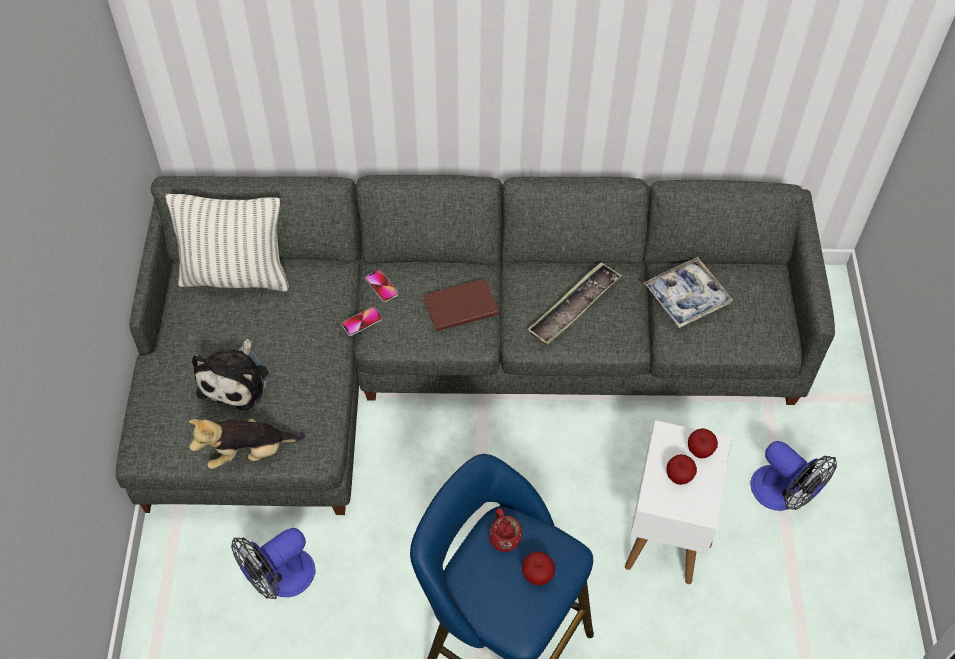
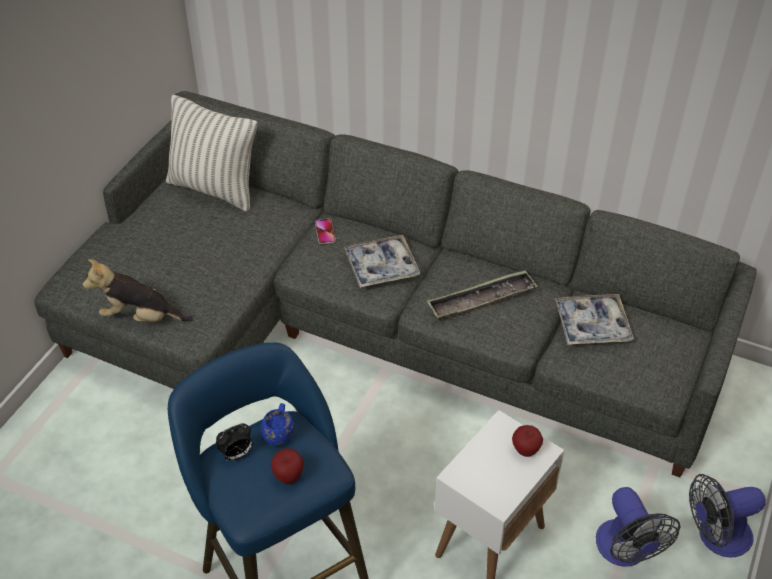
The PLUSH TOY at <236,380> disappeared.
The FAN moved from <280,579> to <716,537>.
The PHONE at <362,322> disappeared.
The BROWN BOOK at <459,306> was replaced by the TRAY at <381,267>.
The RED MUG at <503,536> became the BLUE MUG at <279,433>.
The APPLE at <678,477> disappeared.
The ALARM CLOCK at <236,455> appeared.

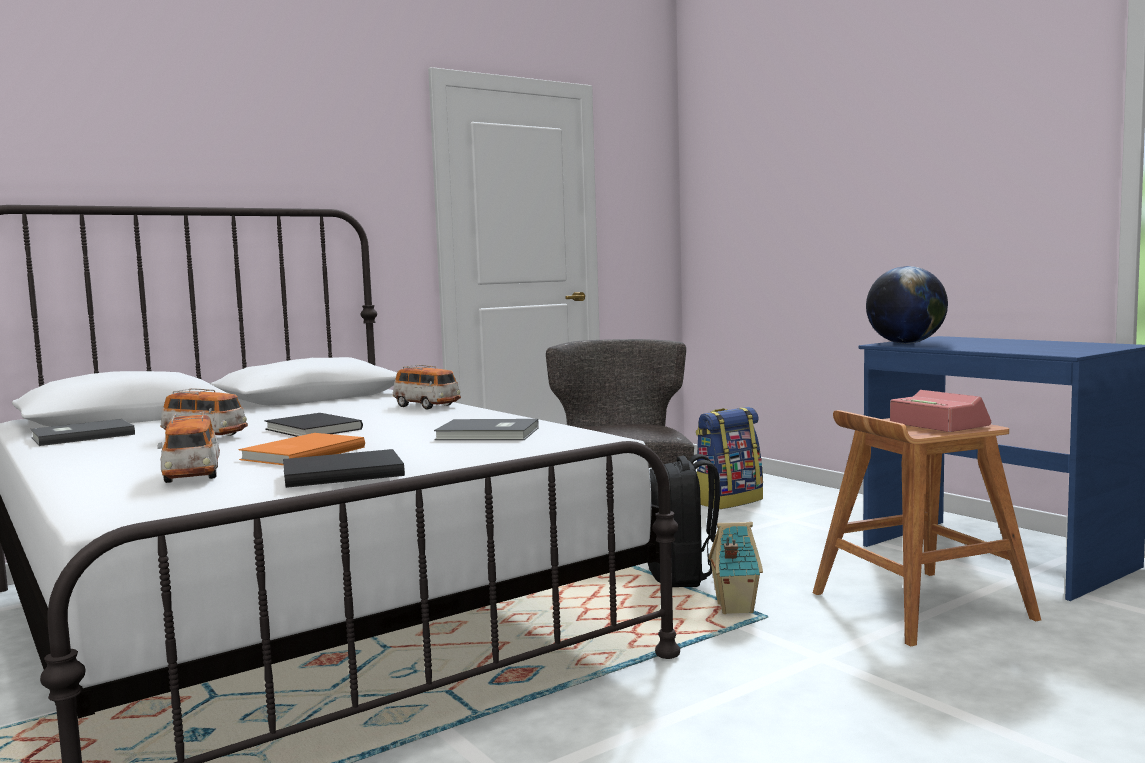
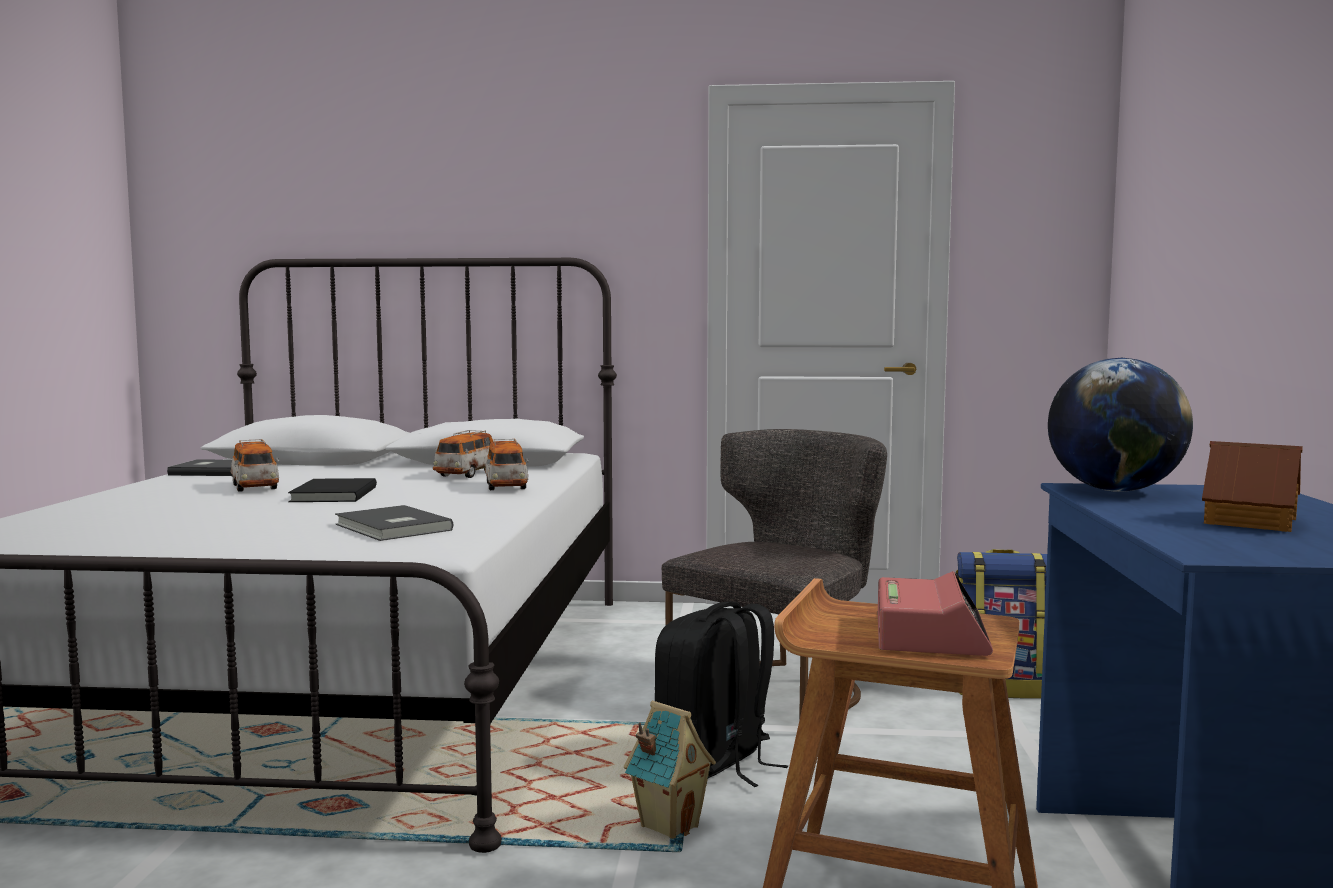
The TOY CAR moved from <192,475> to <466,474>.
The ORANGE BOOK at <300,453> disappeared.
The BLACK BOOK at <340,472> disappeared.
The TOY HOUSE at <1248,521> appeared.

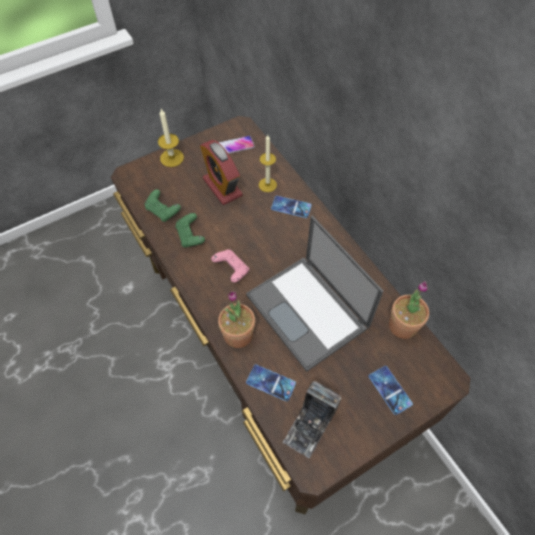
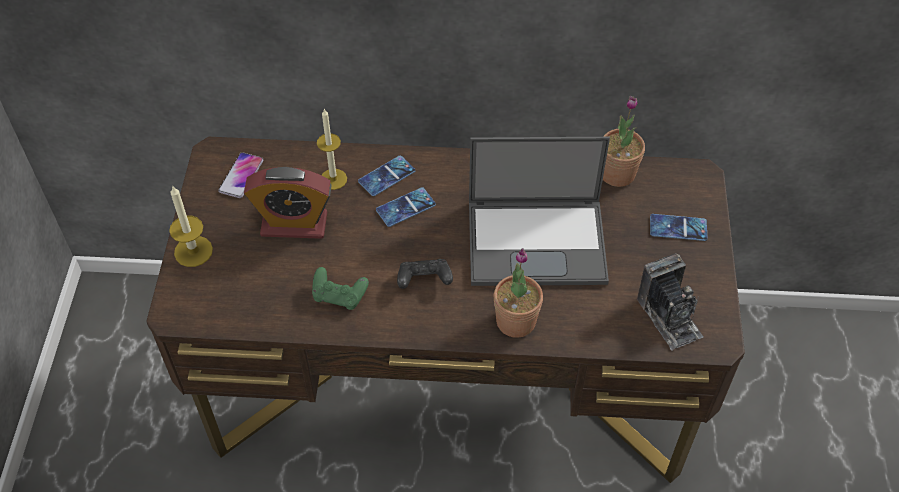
The GREEN GAME CONTROLLER at <163,211> disappeared.
The PINK GAME CONTROLLER at <231,269> became the BLACK GAME CONTROLLER at <424,280>.
The PHONE moved from <271,383> to <405,207>.

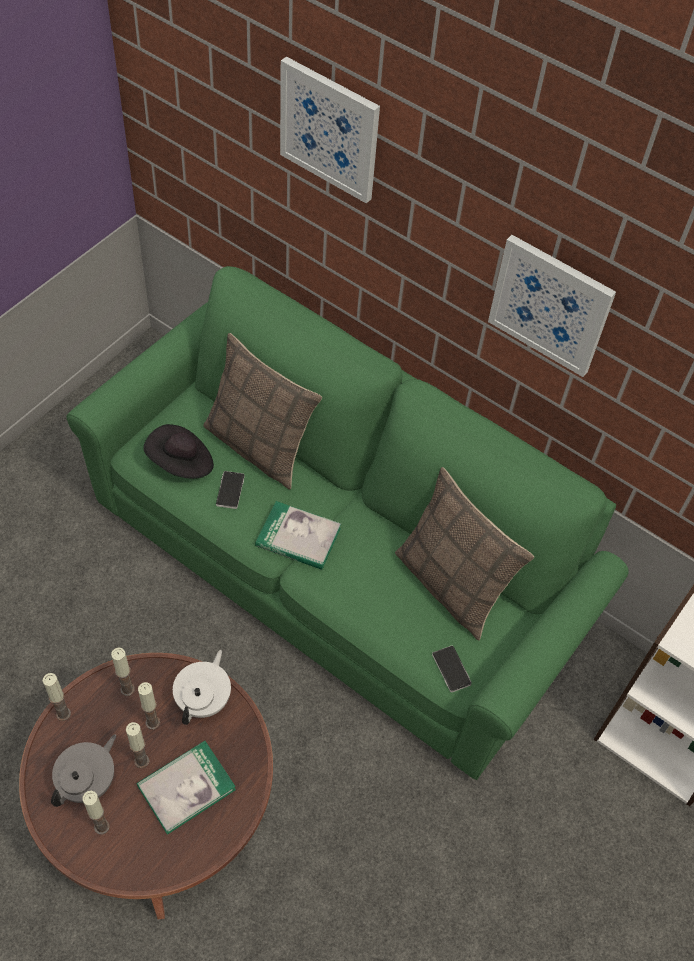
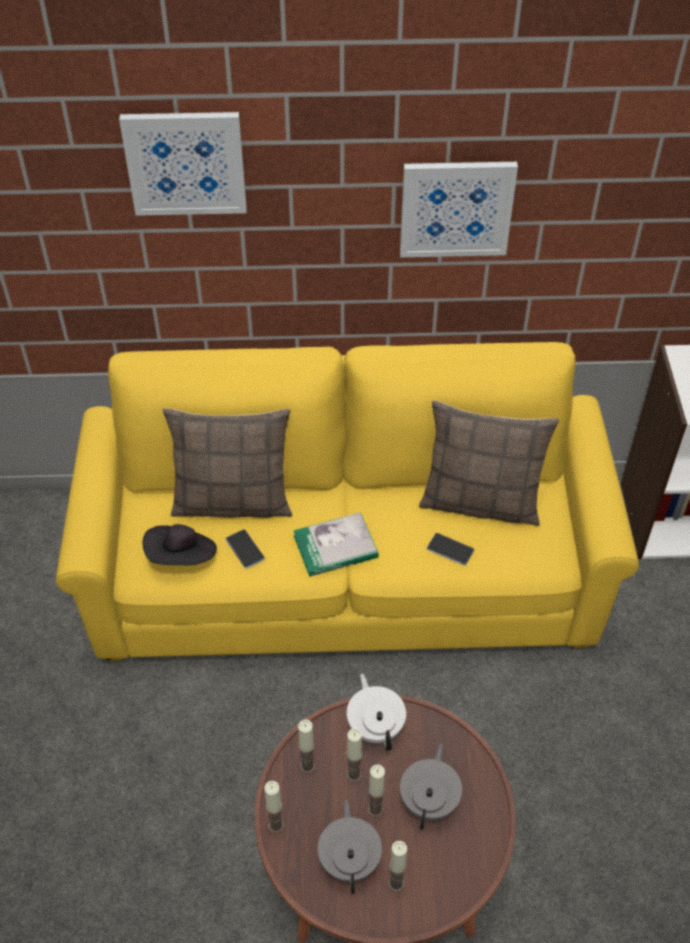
The GREEN SOFA at <338,569> became the YELLOW SOFA at <345,572>.
The BOOK at <186,787> was replaced by the GREY TEAPOT at <430,800>.
The PHONE moved from <451,669> to <450,550>.

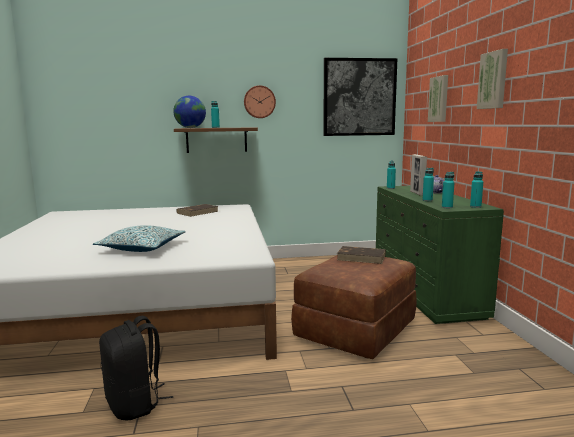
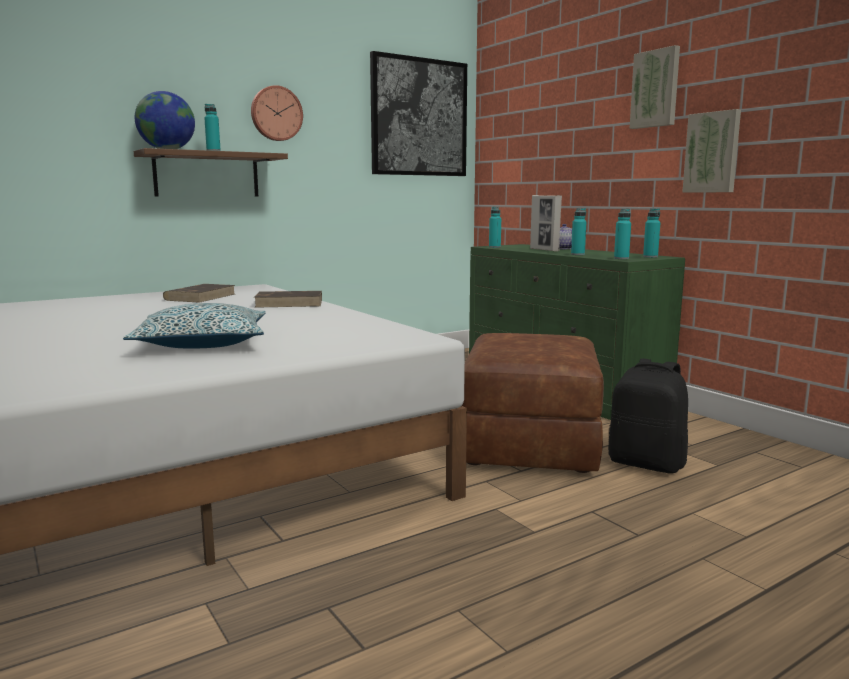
The BLACK BACKPACK moved from <135,404> to <647,463>.
The BROWN BOOK moved from <362,257> to <290,303>.
The PICTURE moved from <439,99> to <712,152>.

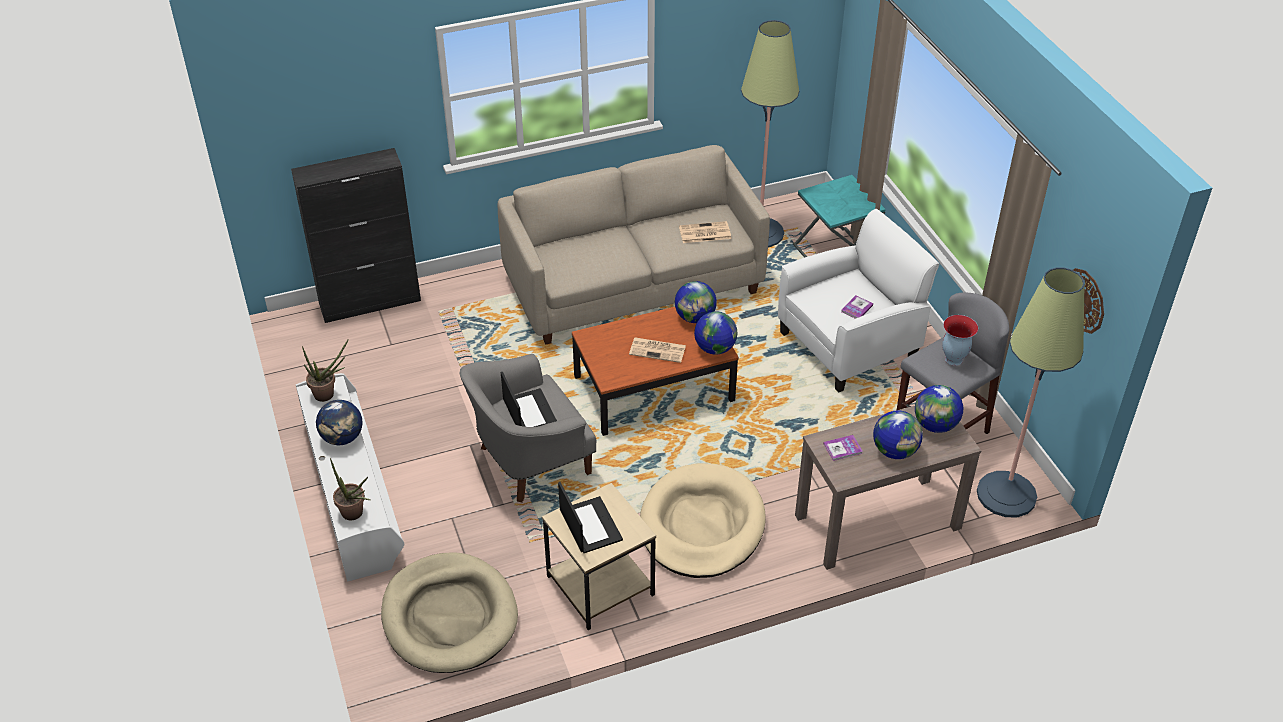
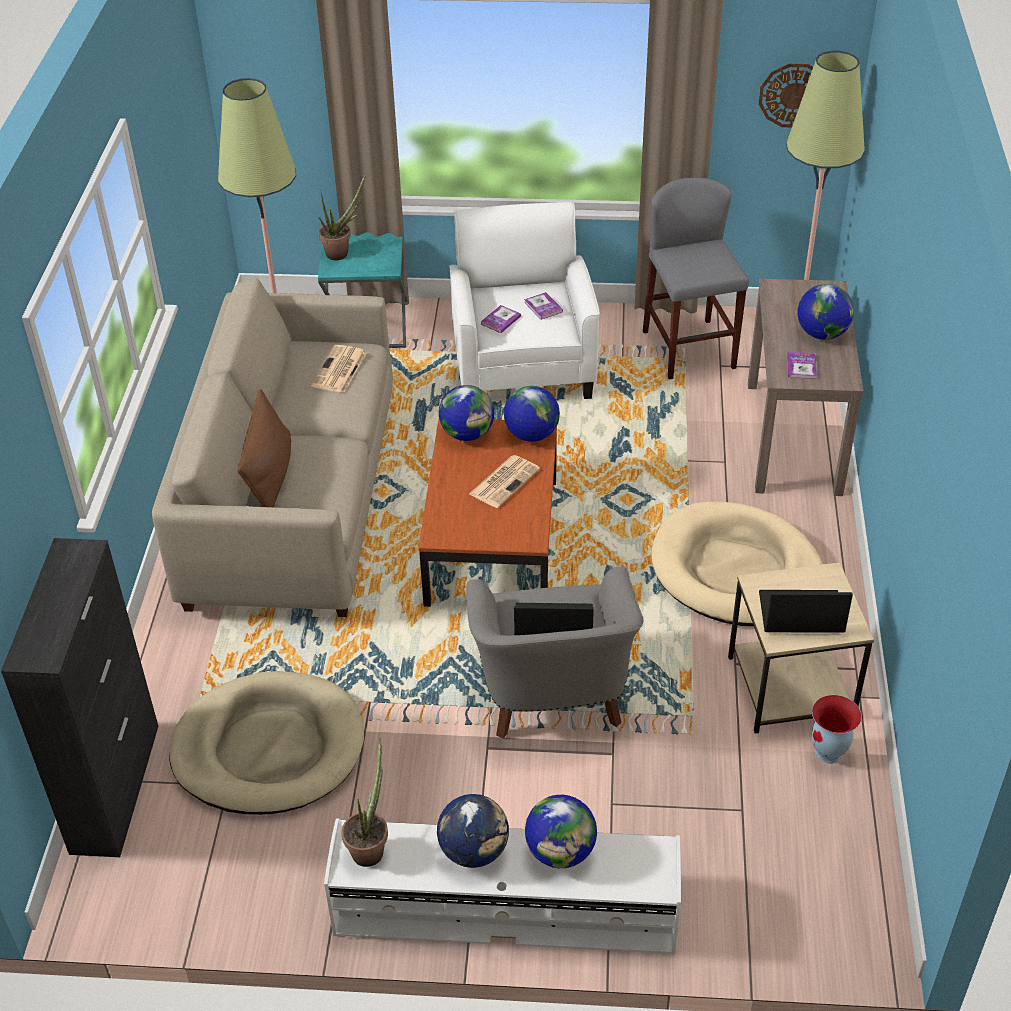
The POTTED PLANT moved from <355,515> to <341,252>.
The BEIGE DOG BED moved from <449,616> to <269,748>.
The GLOBE moved from <935,425> to <561,851>.
The VASE moved from <953,359> to <829,754>.
The BROWN PILLOW at <270,475> appeared.
The BOOK at <500,320> appeared.

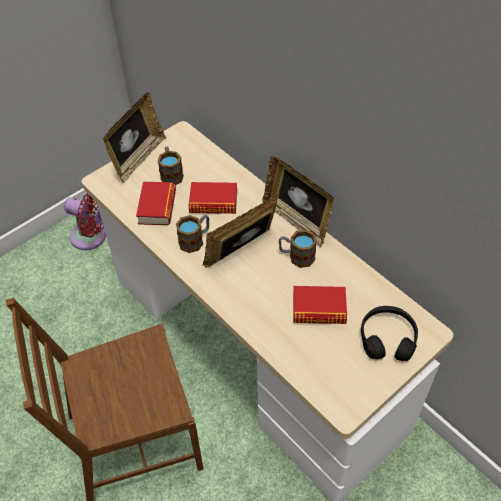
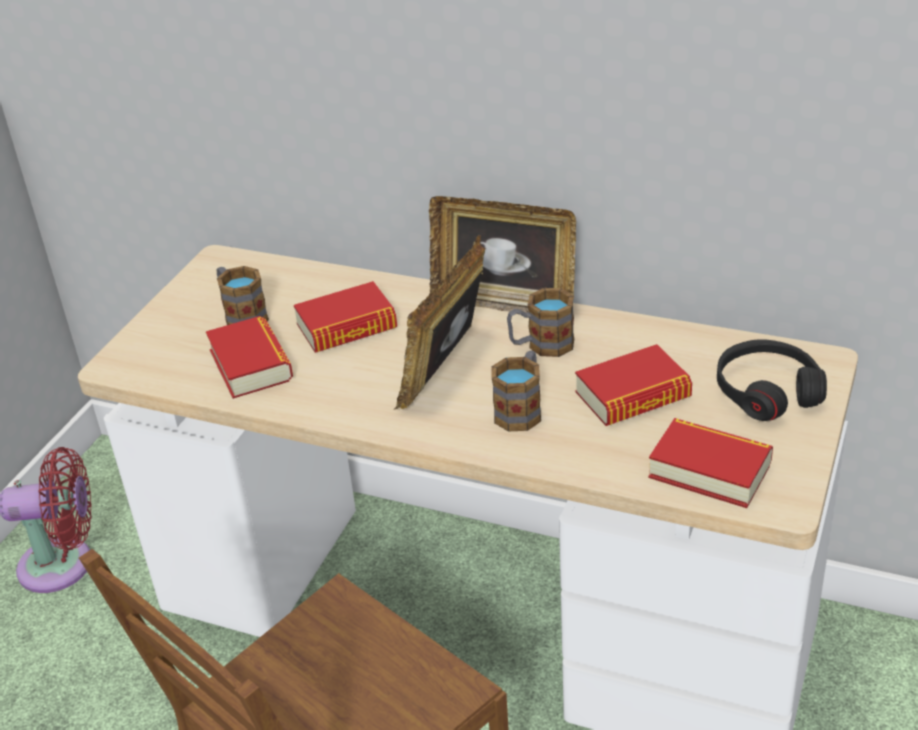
The PICTURE FRAME at <138,158> disappeared.
The MUG moved from <195,240> to <521,409>.
The BOOK at <709,470> appeared.

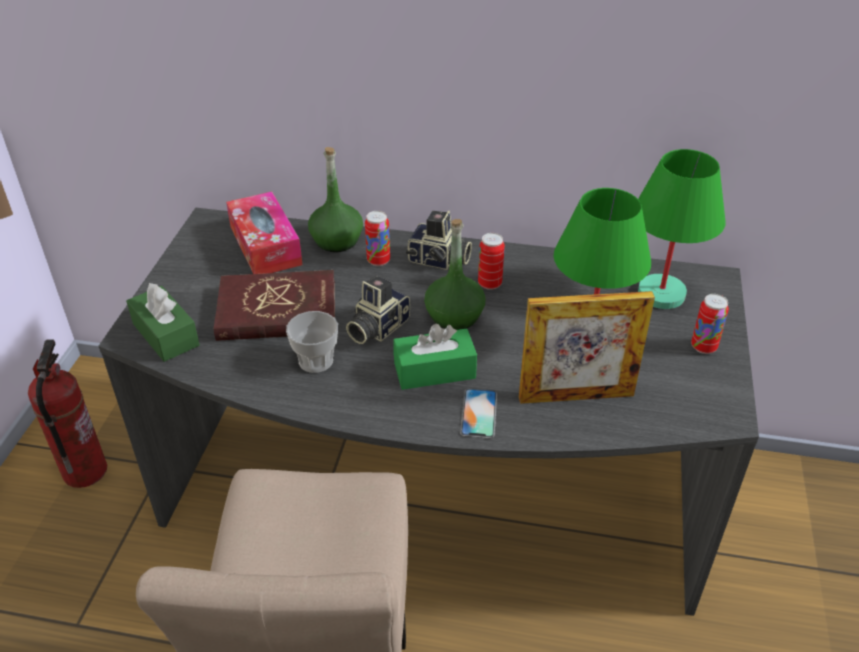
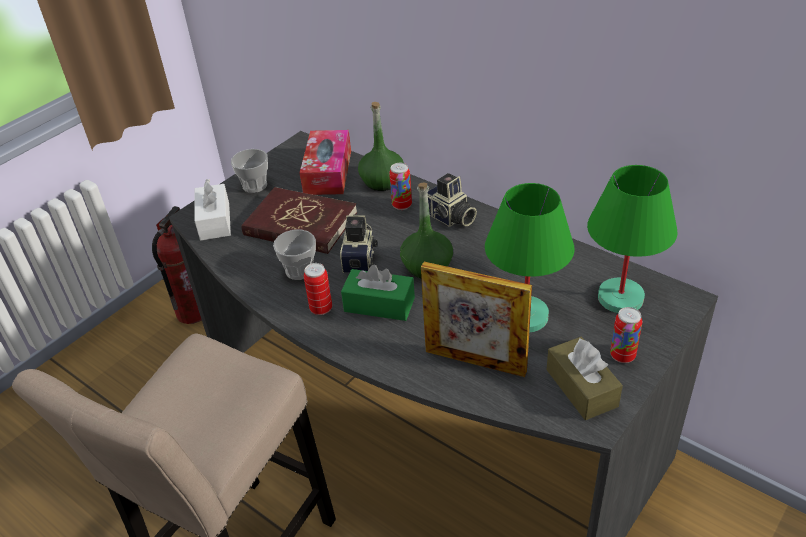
The GREEN TISSUE BOX at <166,334> became the WHITE TISSUE BOX at <215,221>.
The PHOTO CAMERA at <376,327> turned 120 degrees clockwise.
The PHONE at <479,413> disappeared.
The CAN moved from <489,284> to <321,309>.
The CUP at <255,185> appeared.
The BROWN TISSUE BOX at <581,388> appeared.

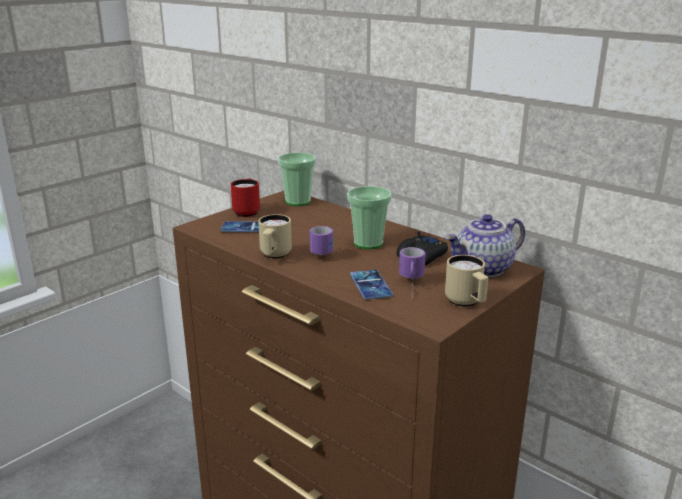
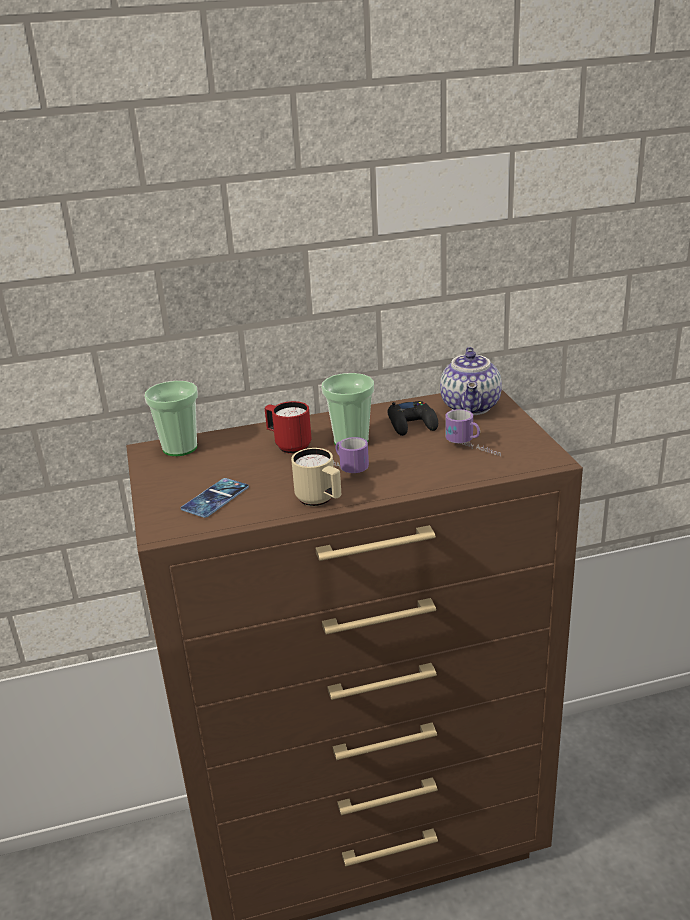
The RED MUG moved from <247,211> to <288,445>.
The PHONE at <370,285> disappeared.
The BEIGE MUG at <466,303> disappeared.

